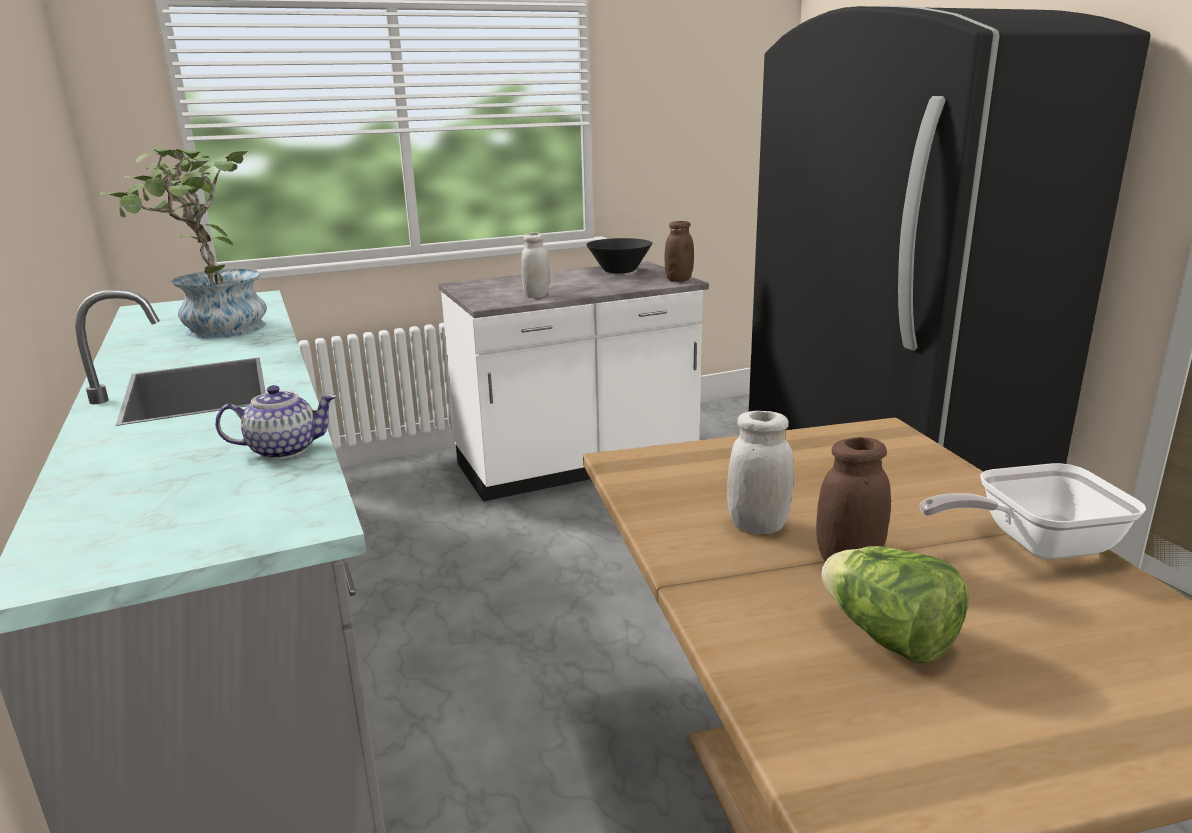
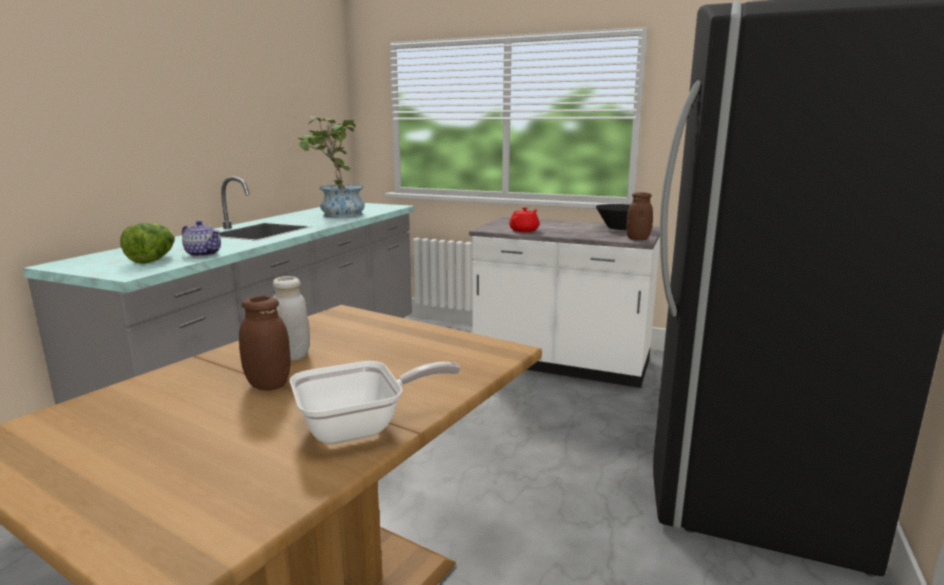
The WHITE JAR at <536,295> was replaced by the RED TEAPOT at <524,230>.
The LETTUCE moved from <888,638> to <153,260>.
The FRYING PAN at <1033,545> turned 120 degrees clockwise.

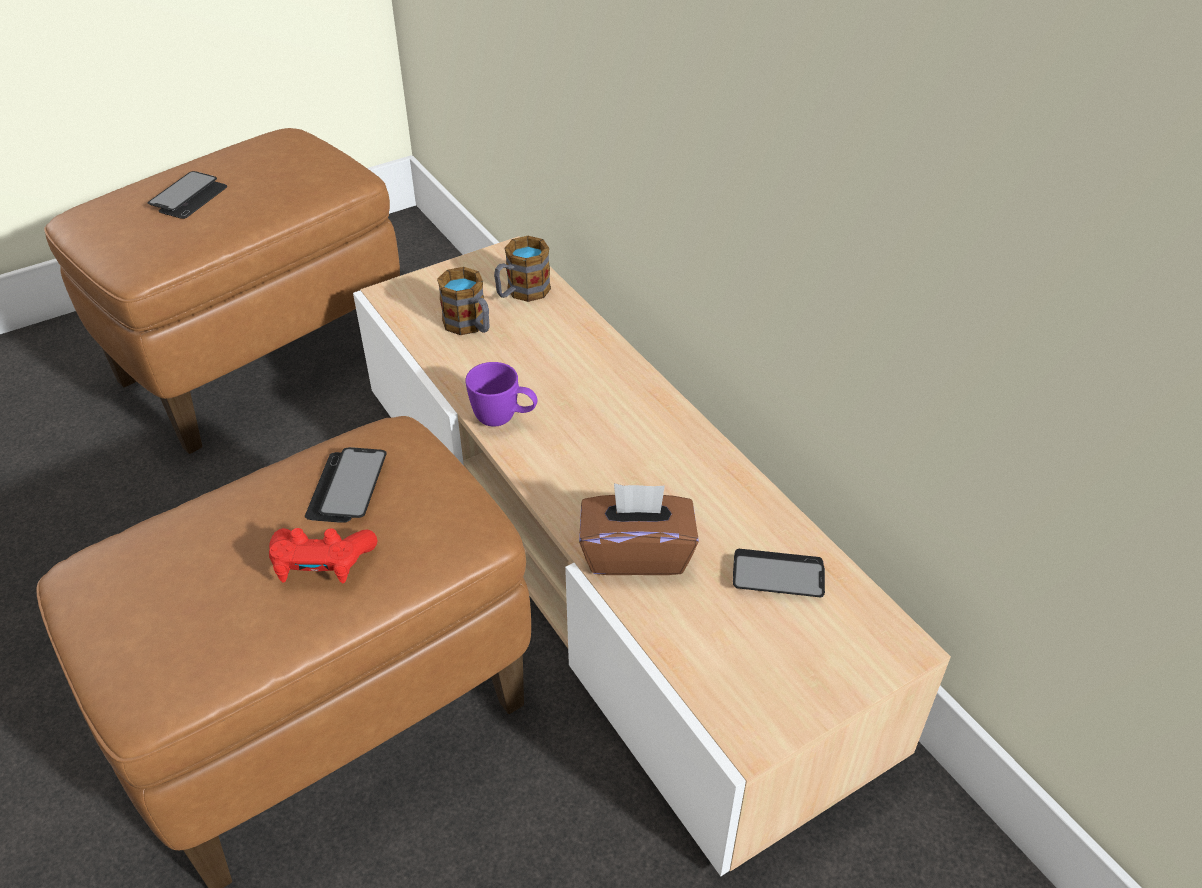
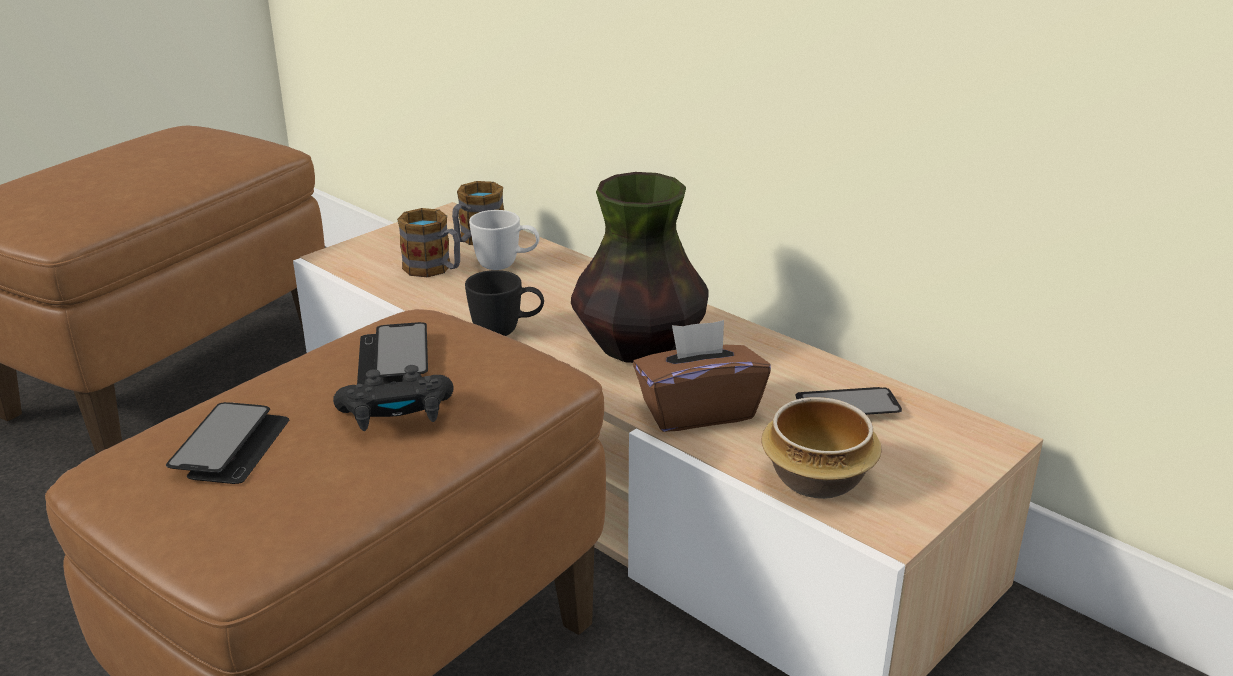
The PHONE moved from <189,197> to <231,446>.
The RED GAME CONTROLLER at <322,564> became the BLACK GAME CONTROLLER at <397,418>.
The PURPLE MUG at <504,419> became the BLACK MUG at <506,332>.
The WHITE MUG at <506,266> appeared.
The VASE at <639,349> appeared.
The BOWL at <819,479> appeared.

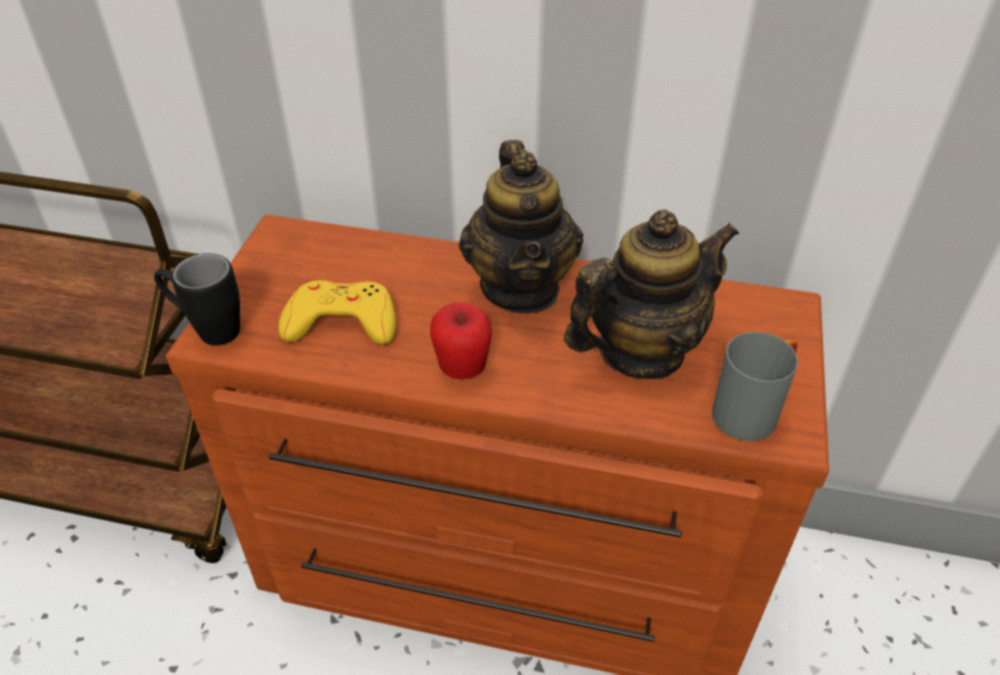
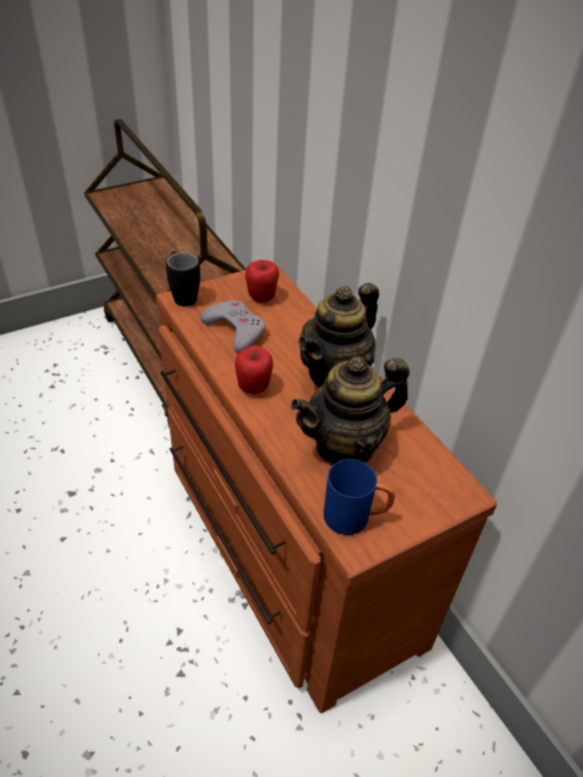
The YELLOW GAME CONTROLLER at <341,322> became the GREY GAME CONTROLLER at <235,330>.
The TEAPOT at <640,351> turned 135 degrees clockwise.
The GREY MUG at <752,411> became the BLUE MUG at <355,518>.
The APPLE at <261,297> appeared.

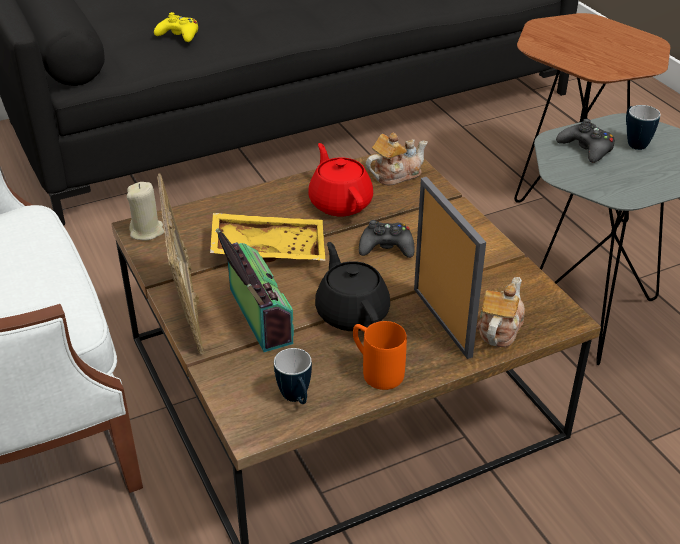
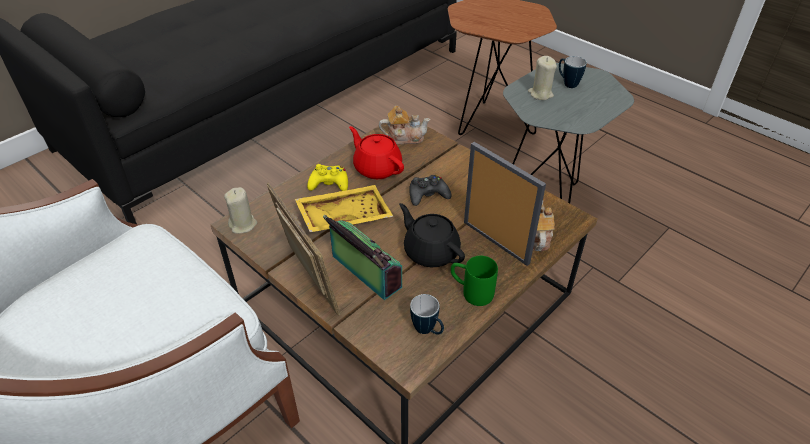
The YELLOW GAME CONTROLLER moved from <179,35> to <329,183>.
The ORANGE MUG at <376,370> became the GREEN MUG at <471,292>.
The TEAPOT at <395,174> turned 45 degrees clockwise.
The BLACK GAME CONTROLLER at <586,149> was replaced by the BEIGE CANDLE at <540,94>.

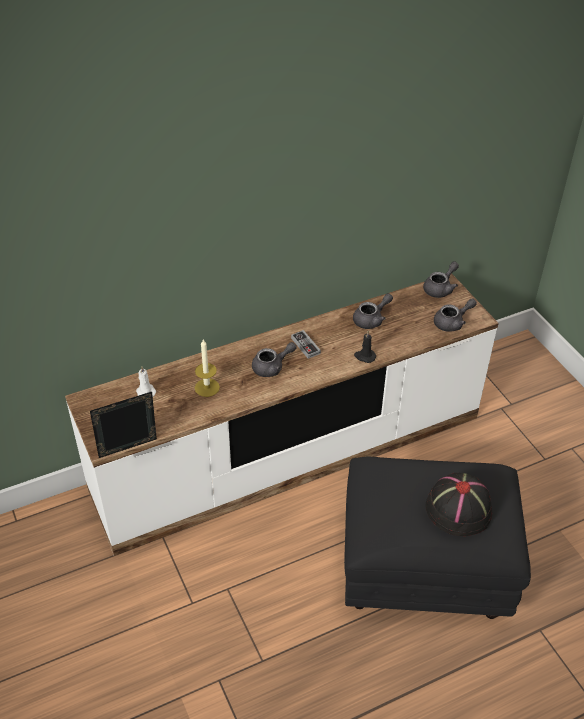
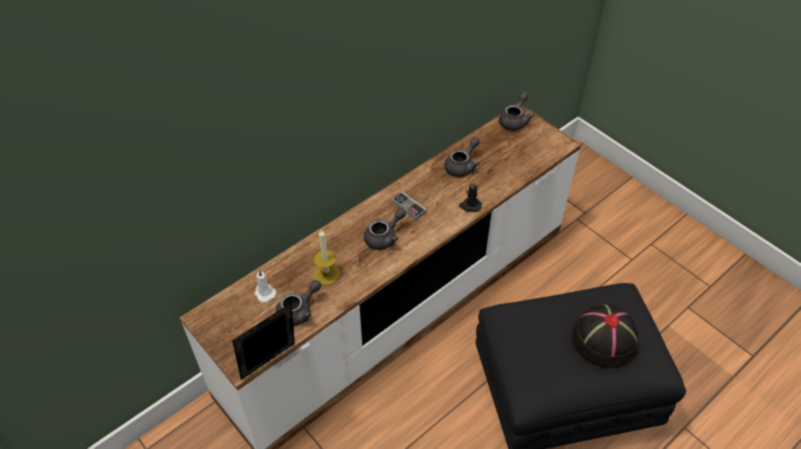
The GREY TEAPOT moved from <452,323> to <299,311>.

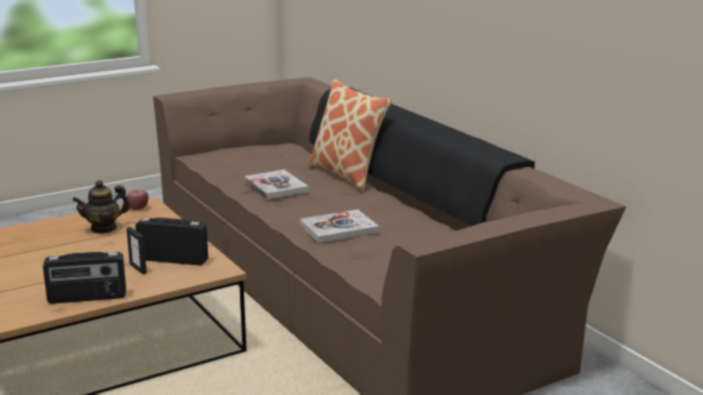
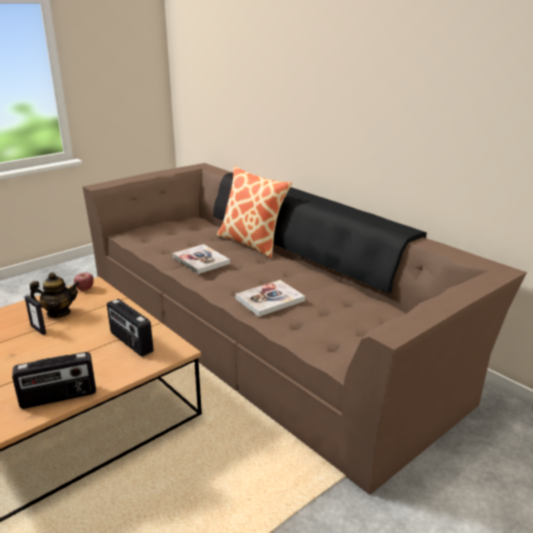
The TEAPOT at <104,228> turned 150 degrees counterclockwise.
The PICTURE FRAME moved from <138,268> to <38,329>.
The RADIO at <173,259> turned 135 degrees counterclockwise.

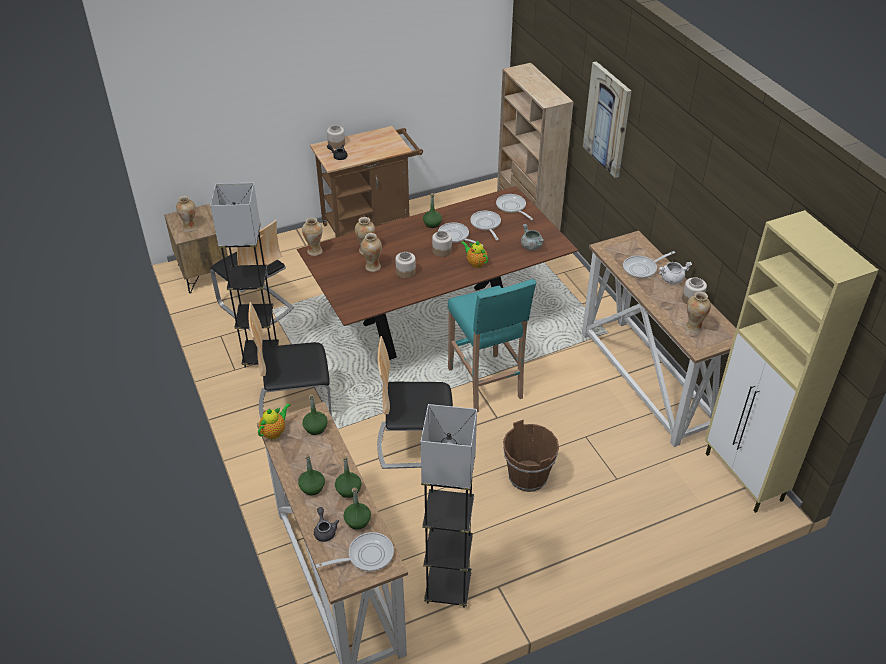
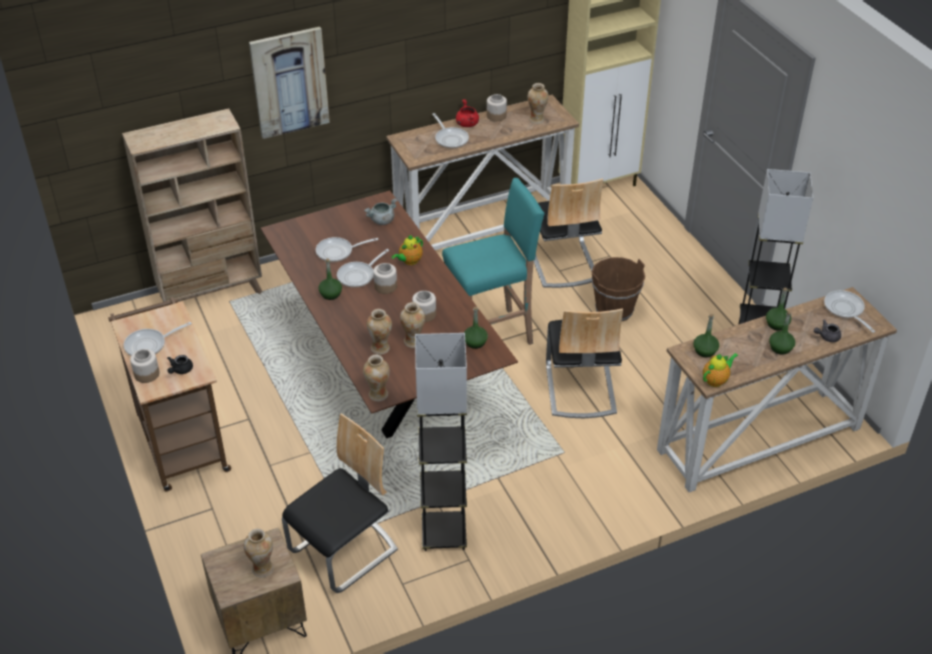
The CHAIR moved from <295,405> to <562,263>.
The TEAPOT at <274,432> turned 105 degrees clockwise.
The GREEN BOTTLE moved from <357,521> to <475,342>.
The FRYING PAN moved from <512,207> to <149,345>.
The WHITE COOKING POT at <671,279> became the RED COOKING POT at <467,124>.

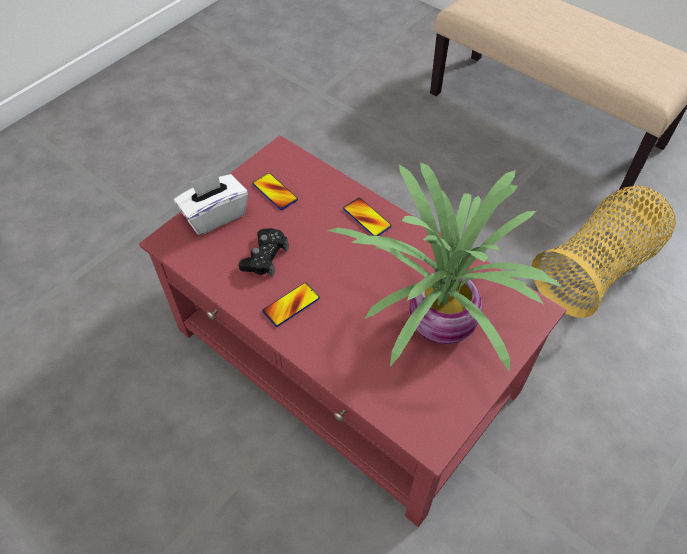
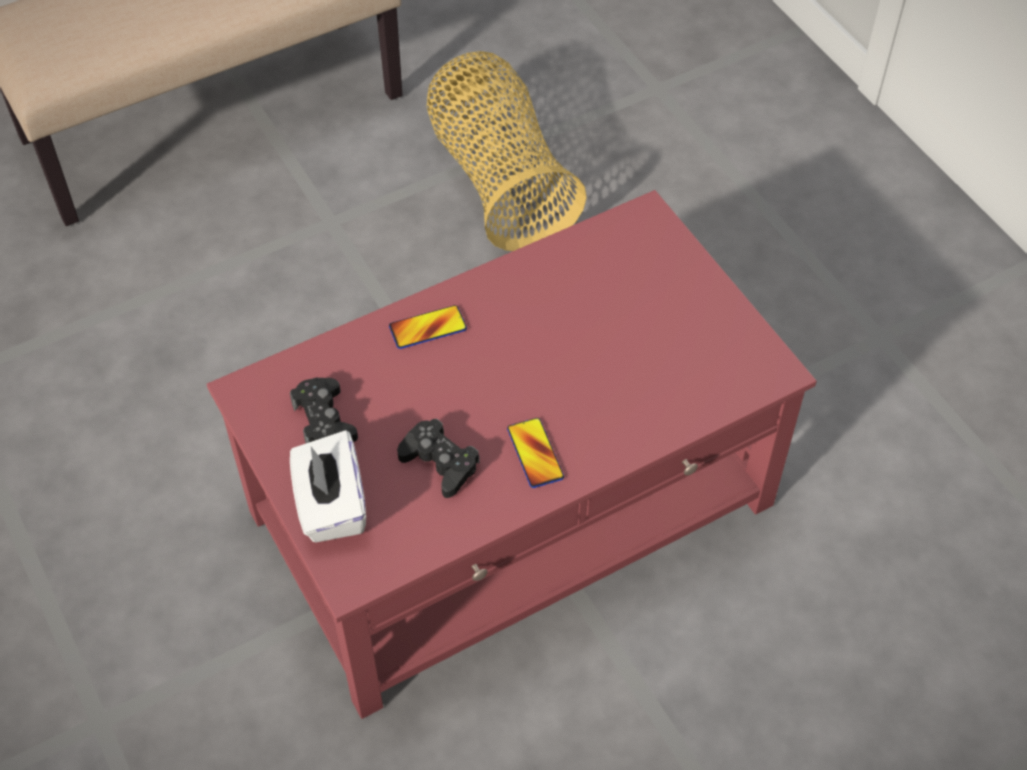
The PHONE at <275,192> was replaced by the BLACK GAME CONTROLLER at <324,420>.
The POTTED PLANT at <438,321> disappeared.

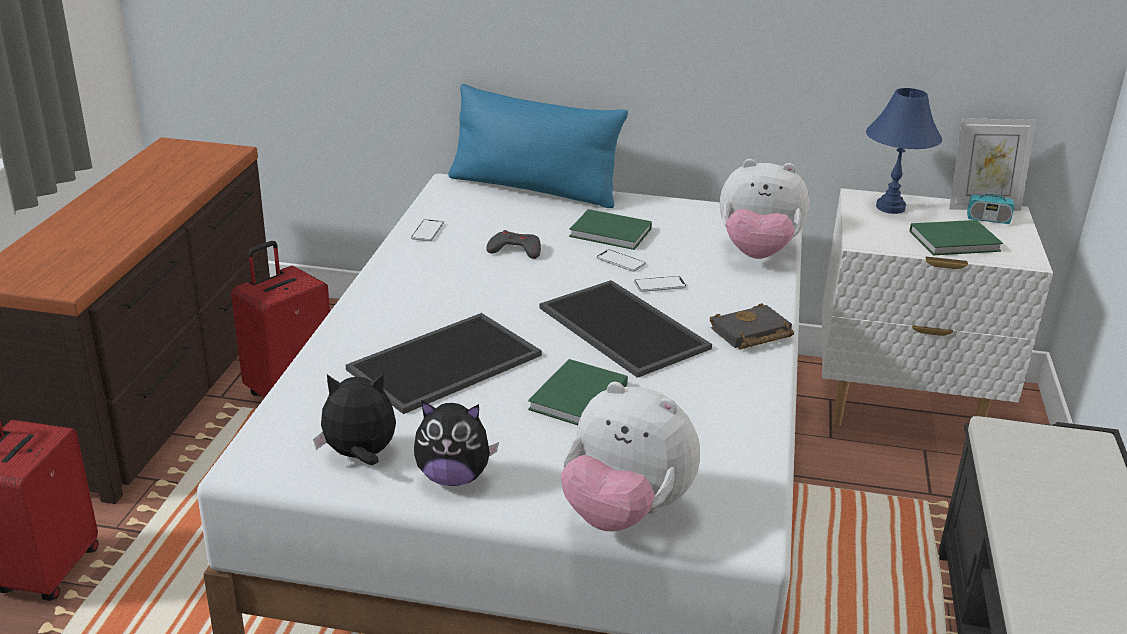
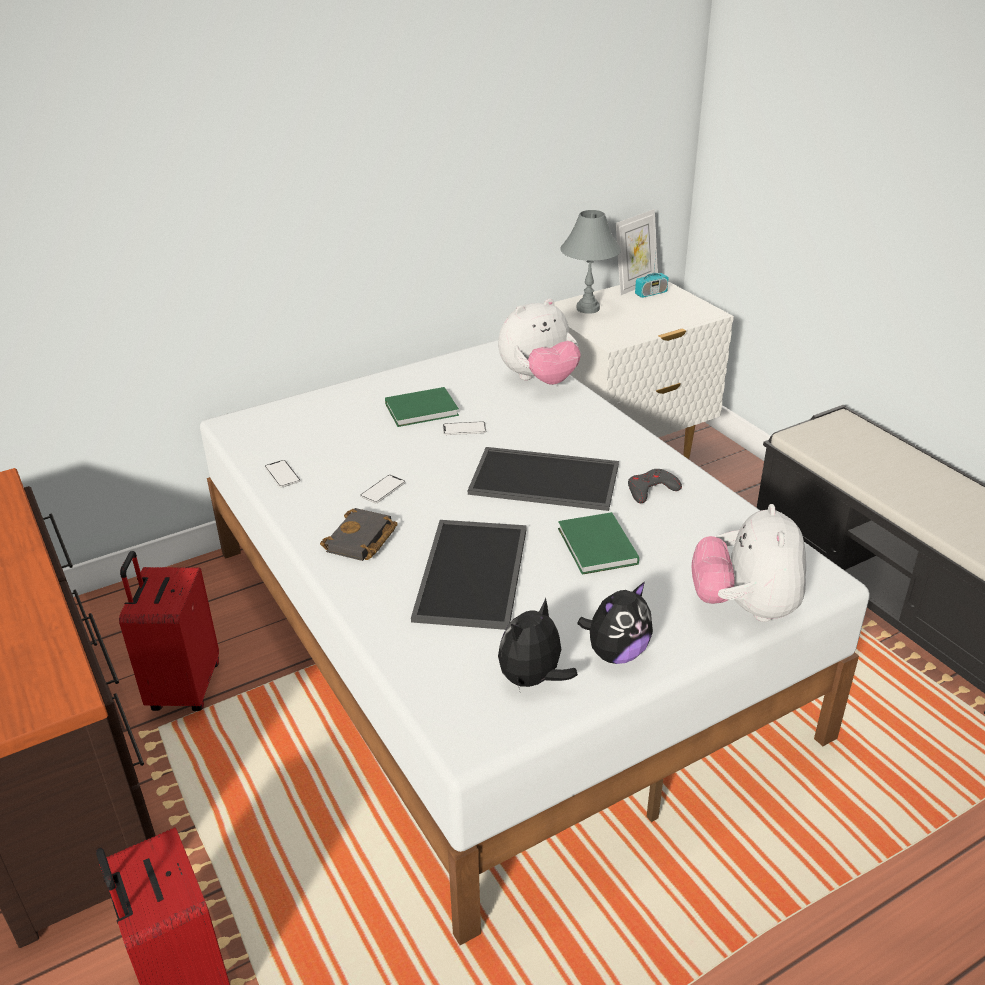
The BLUE PILLOW at <533,189> disappeared.
The GREY GAME CONTROLLER moved from <515,250> to <651,490>.
The PLUSH TOY at <624,513> turned 105 degrees clockwise.
The PHONE moved from <659,285> to <383,490>.
The BLACK BOOK moved from <750,334> to <361,541>.
The BLUE TABLE LAMP at <889,207> became the GREY TABLE LAMP at <587,308>.
The GREEN BOOK at <957,242> disappeared.

